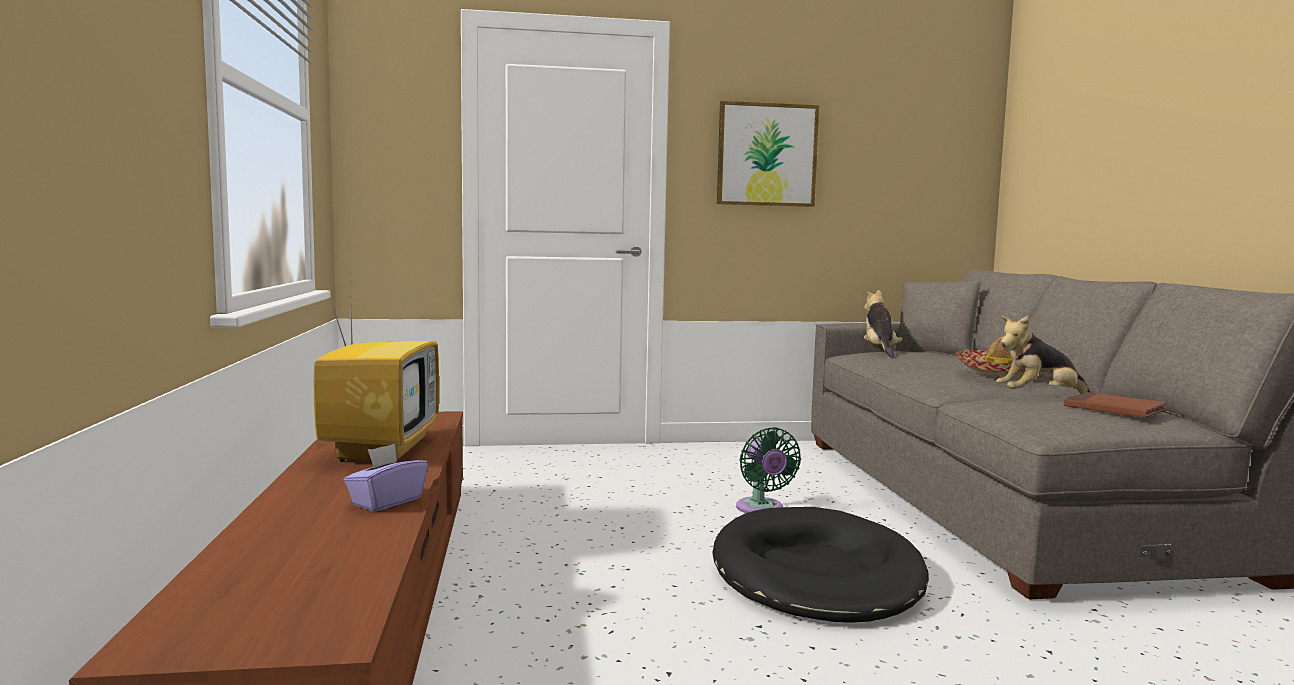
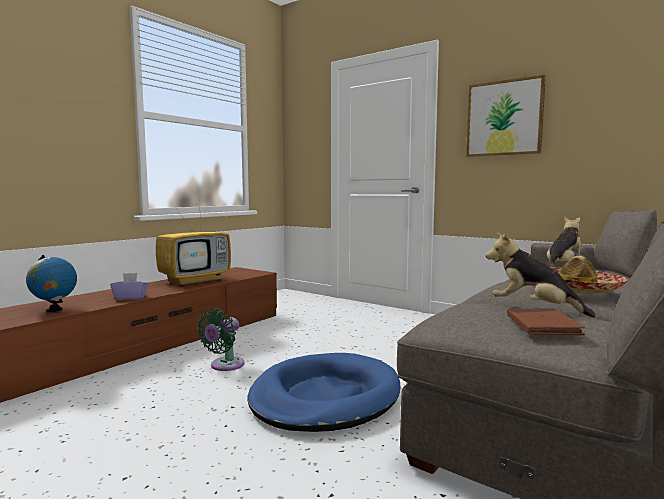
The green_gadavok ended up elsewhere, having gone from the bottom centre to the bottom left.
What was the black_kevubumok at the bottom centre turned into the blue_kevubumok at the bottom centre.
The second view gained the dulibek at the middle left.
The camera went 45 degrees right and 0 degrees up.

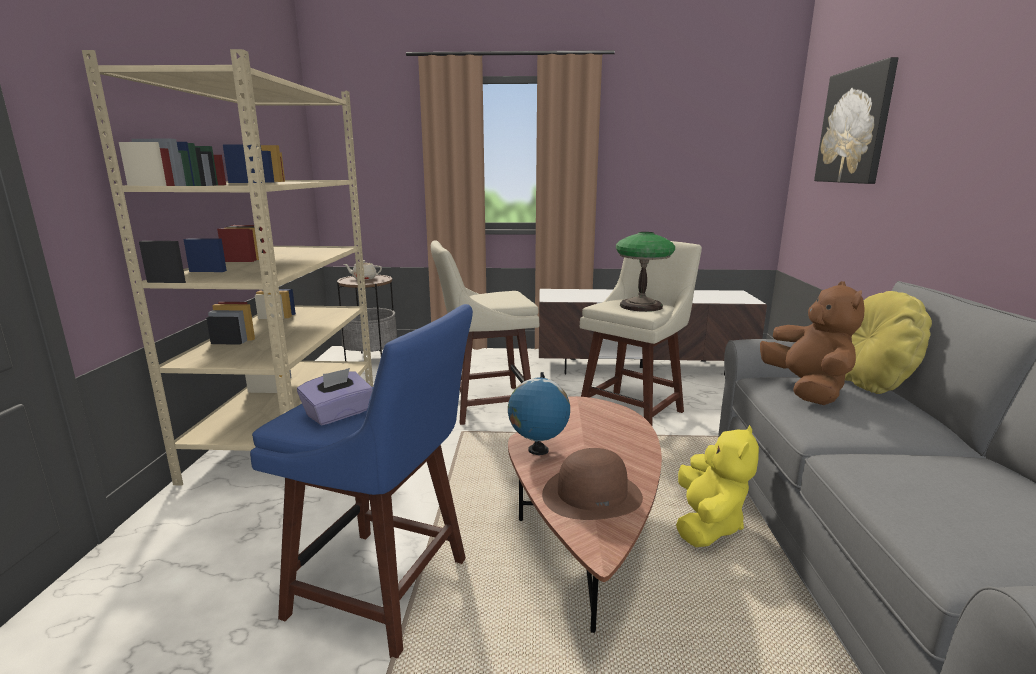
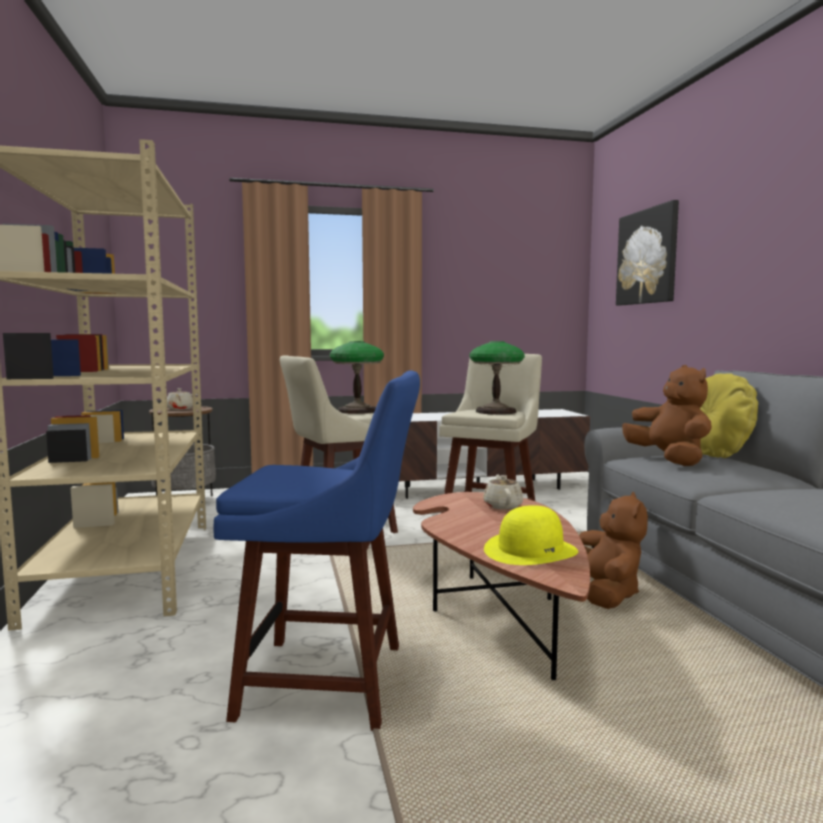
The second view lost the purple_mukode at the middle left.
The second view lost the dulibek at the centre.
What was the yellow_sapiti at the bottom right turned into the brown_sapiti (1st from left) at the bottom right.
What was the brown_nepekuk at the bottom centre turned into the yellow_nepekuk at the centre.
The second view gained the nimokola (1st from left) at the centre.
The second view gained the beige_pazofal (2nd from left) at the centre.
The camera went 15 degrees left and 10 degrees down.

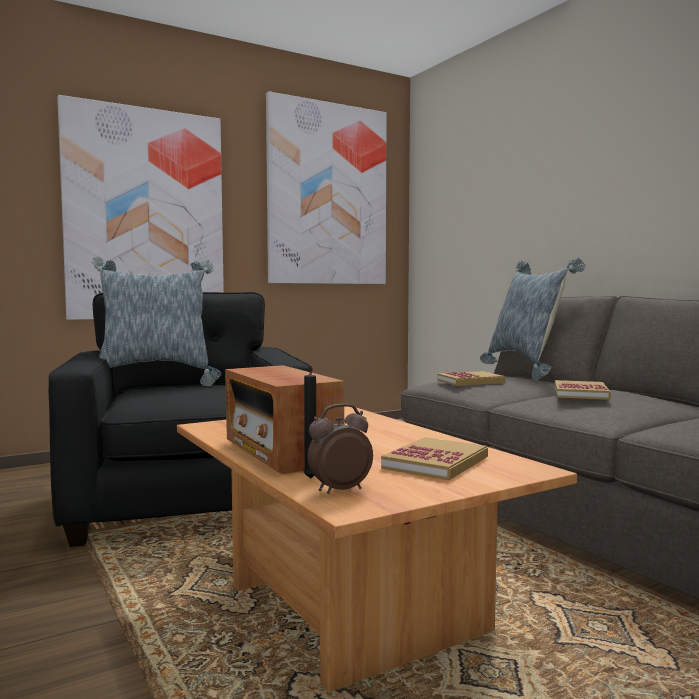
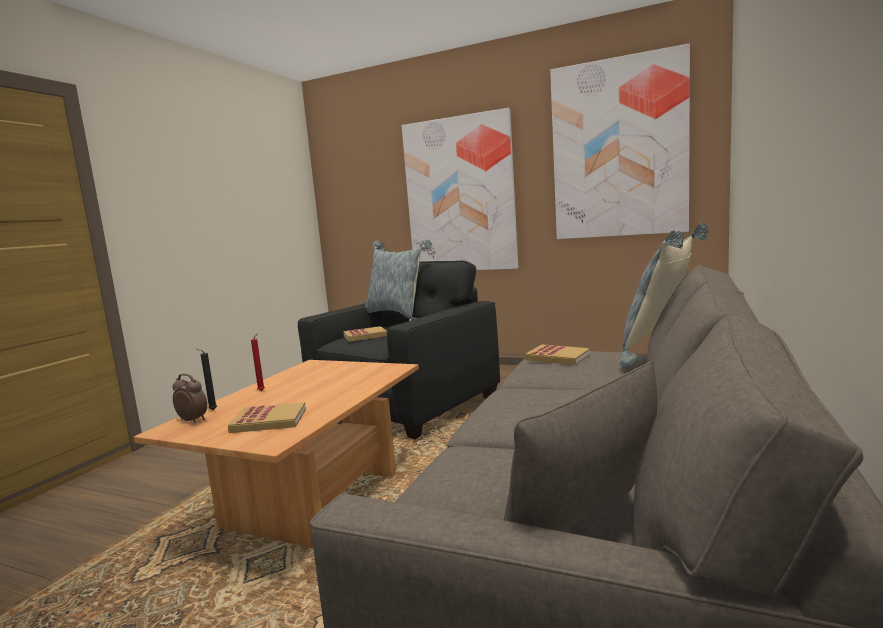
Where the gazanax stood at the centre, the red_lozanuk came to stand at the middle left.
The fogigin (3rd from left in the first image) ended up elsewhere, having gone from the middle right to the centre.
The camera went 55 degrees right and 5 degrees up.

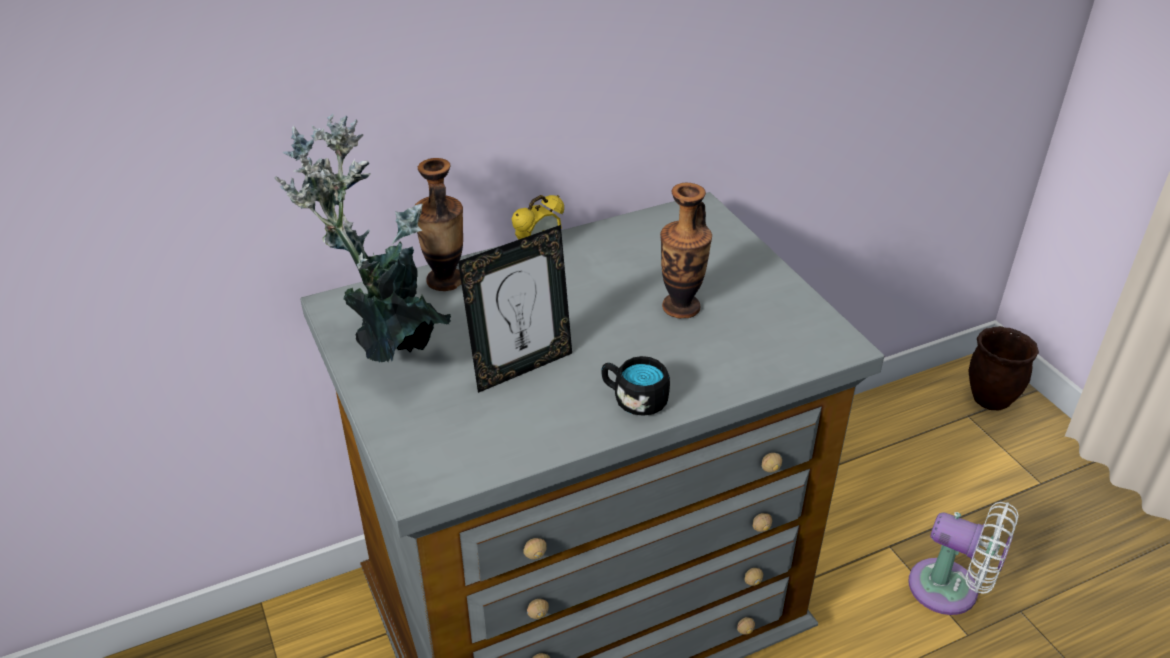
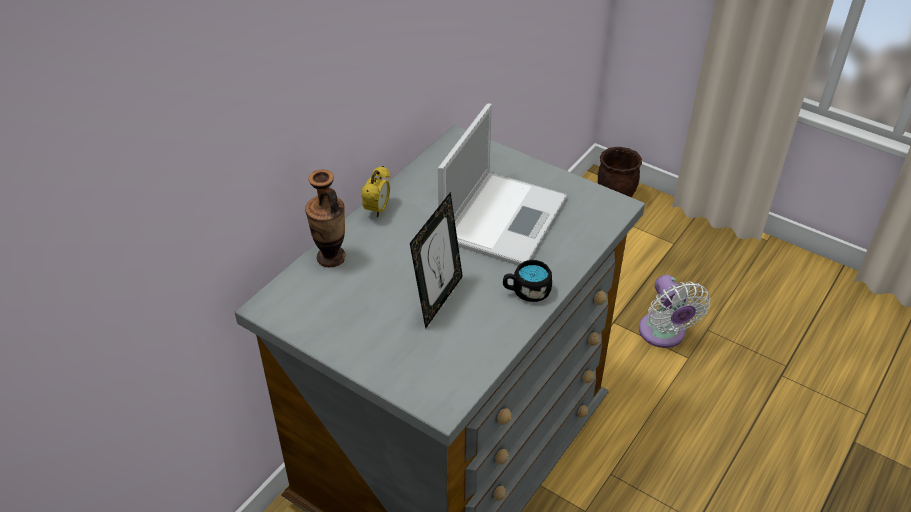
The second view lost the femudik at the middle left.
Where the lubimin (2nd from left) stood at the centre, the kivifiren came to stand at the centre.
The white_gadavok at the bottom right ended up facing another way, 75 degrees clockwise from before.
The camera went 30 degrees left and 5 degrees up.

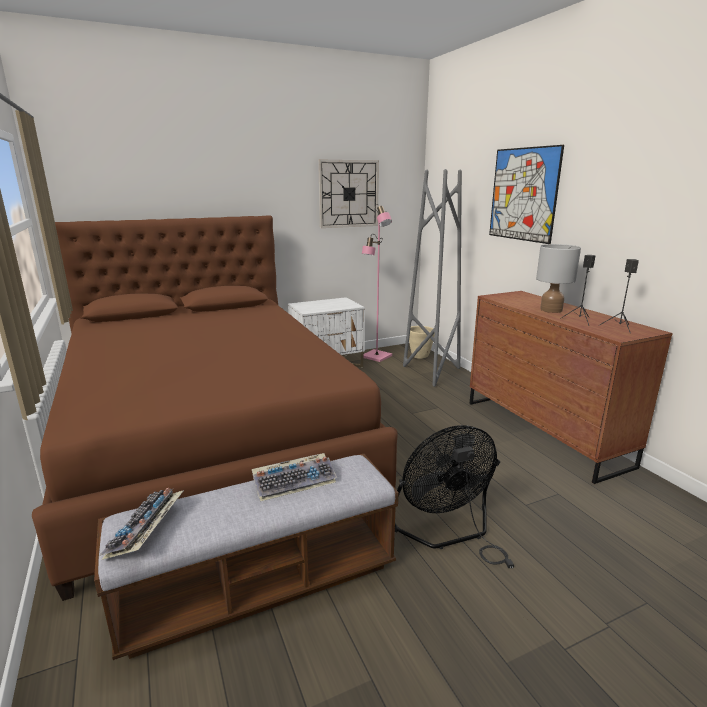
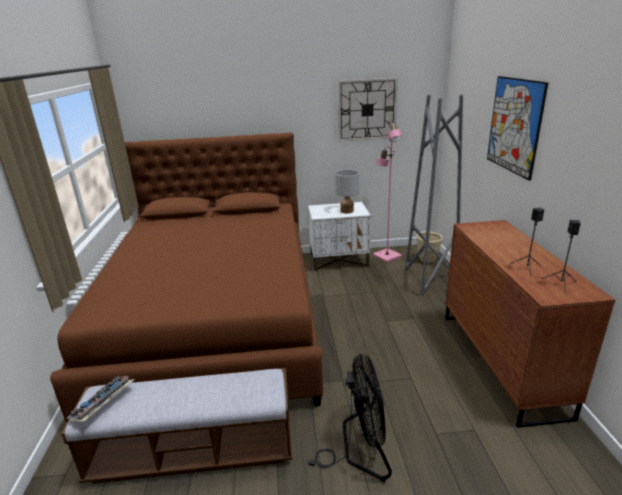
The grey_nimokola ended up elsewhere, having gone from the middle right to the centre.
The black_gadavok at the bottom centre ended up facing another way, 90 degrees clockwise from before.
The second view lost the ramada (2nd from left) at the bottom centre.
The camera went 20 degrees right and 5 degrees up.

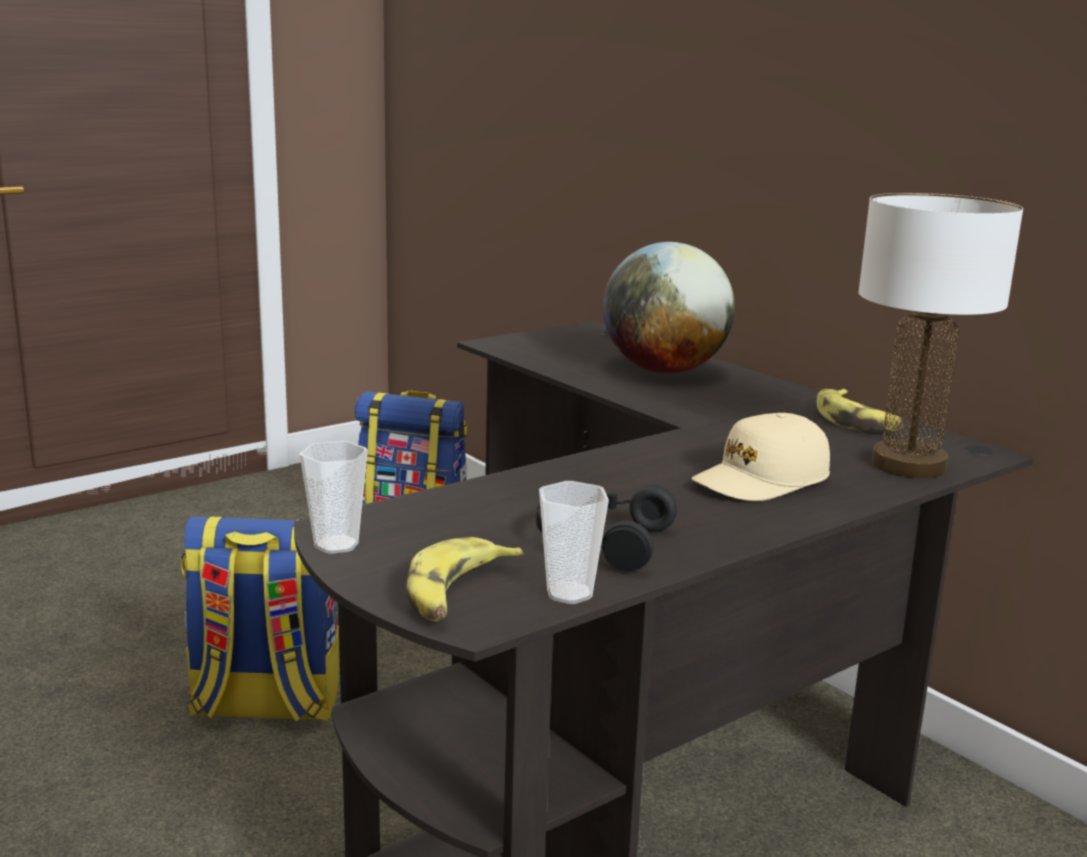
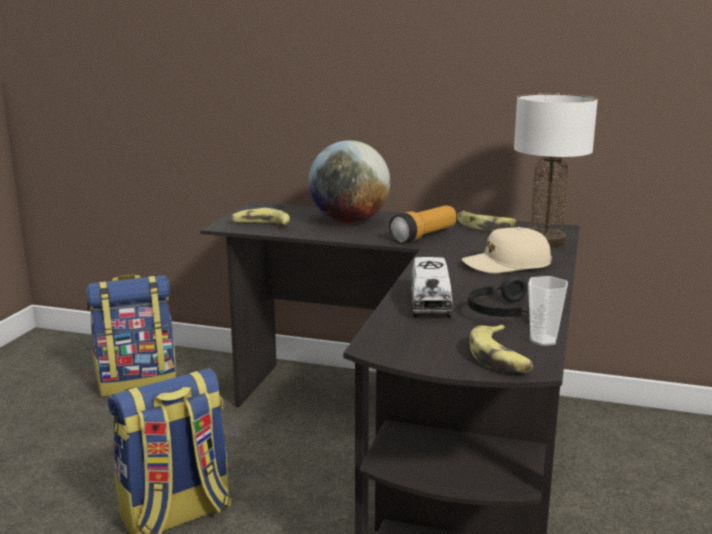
The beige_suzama at the middle right ended up facing another way, 60 degrees clockwise from before.
The second view lost the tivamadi (1st from left) at the middle left.
The second view gained the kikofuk at the centre.
The second view gained the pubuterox (1st from left) at the centre.
The second view gained the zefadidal at the centre.
The camera went 35 degrees left and 0 degrees up.

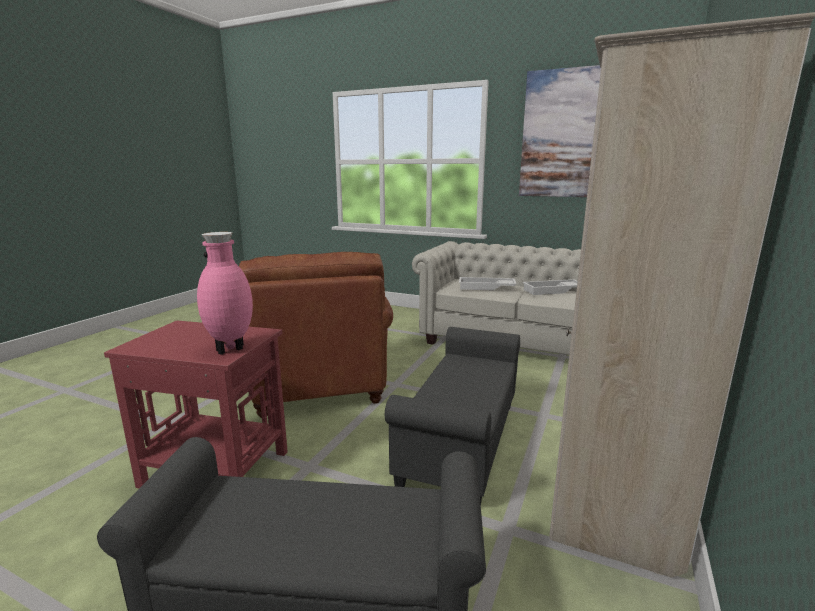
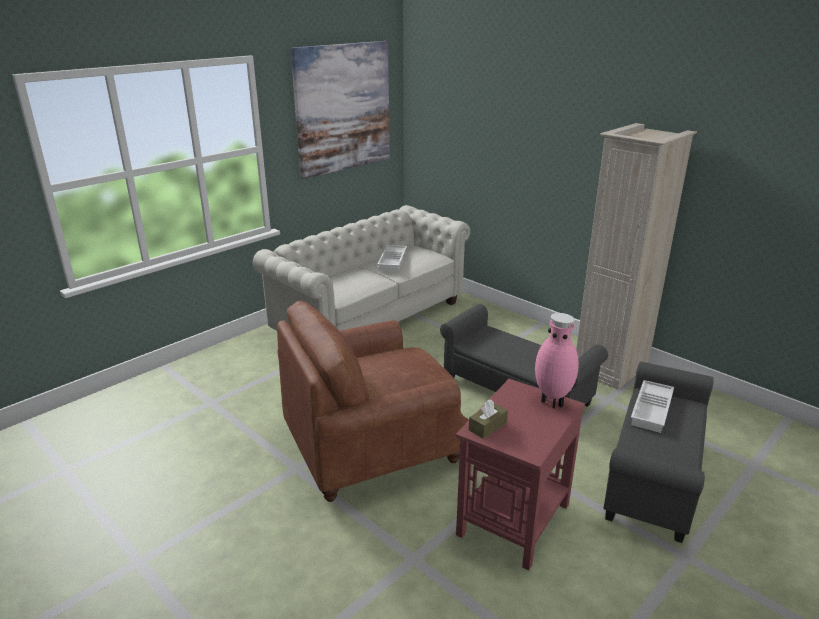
The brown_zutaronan at the centre ended up facing another way, 150 degrees clockwise from before.
The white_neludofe (1st from left in the first image) ended up elsewhere, having gone from the centre to the middle right.
The second view gained the brown_mukode at the bottom centre.
The camera went 70 degrees left and 10 degrees up.

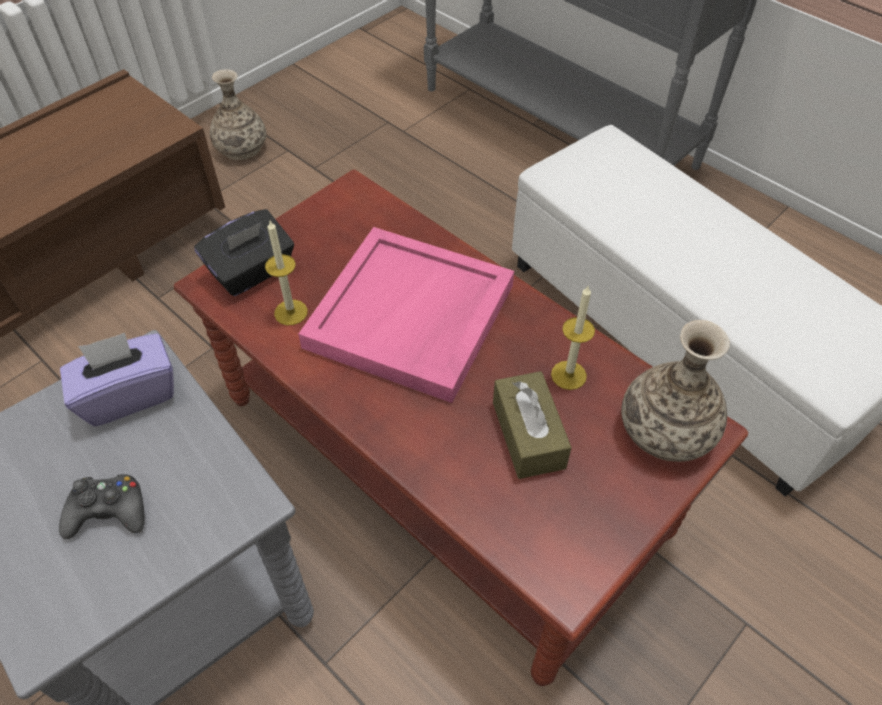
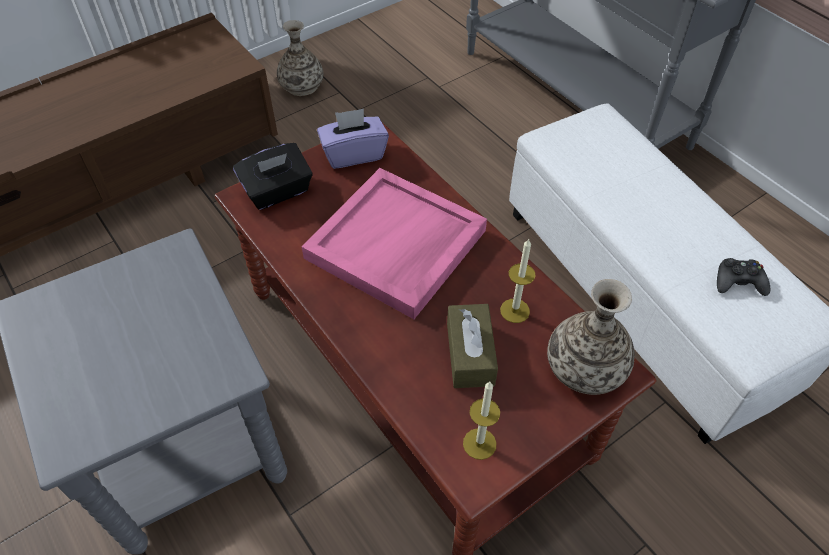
The lozanuk (1st from left) ended up elsewhere, having gone from the middle left to the bottom centre.
The purple_mukode ended up elsewhere, having gone from the middle left to the top centre.
The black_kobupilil ended up elsewhere, having gone from the bottom left to the middle right.
The camera went 10 degrees right and 0 degrees up.

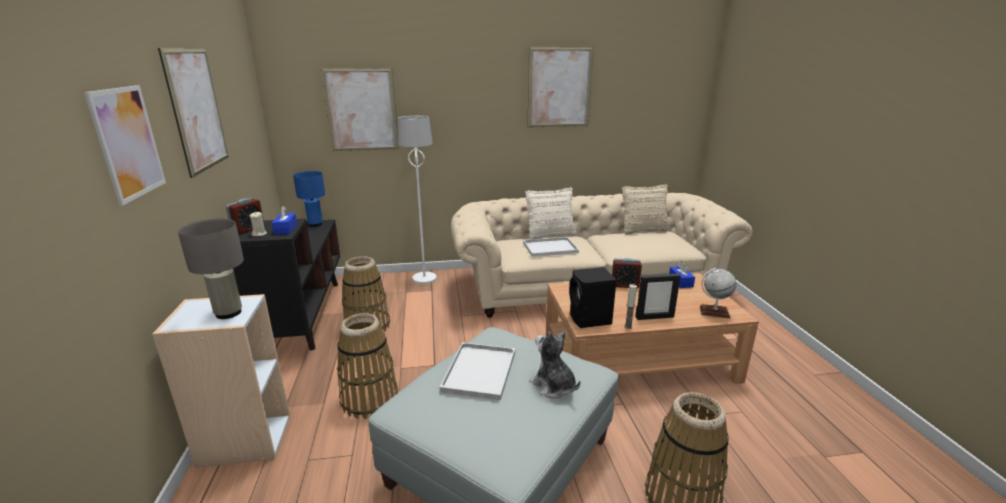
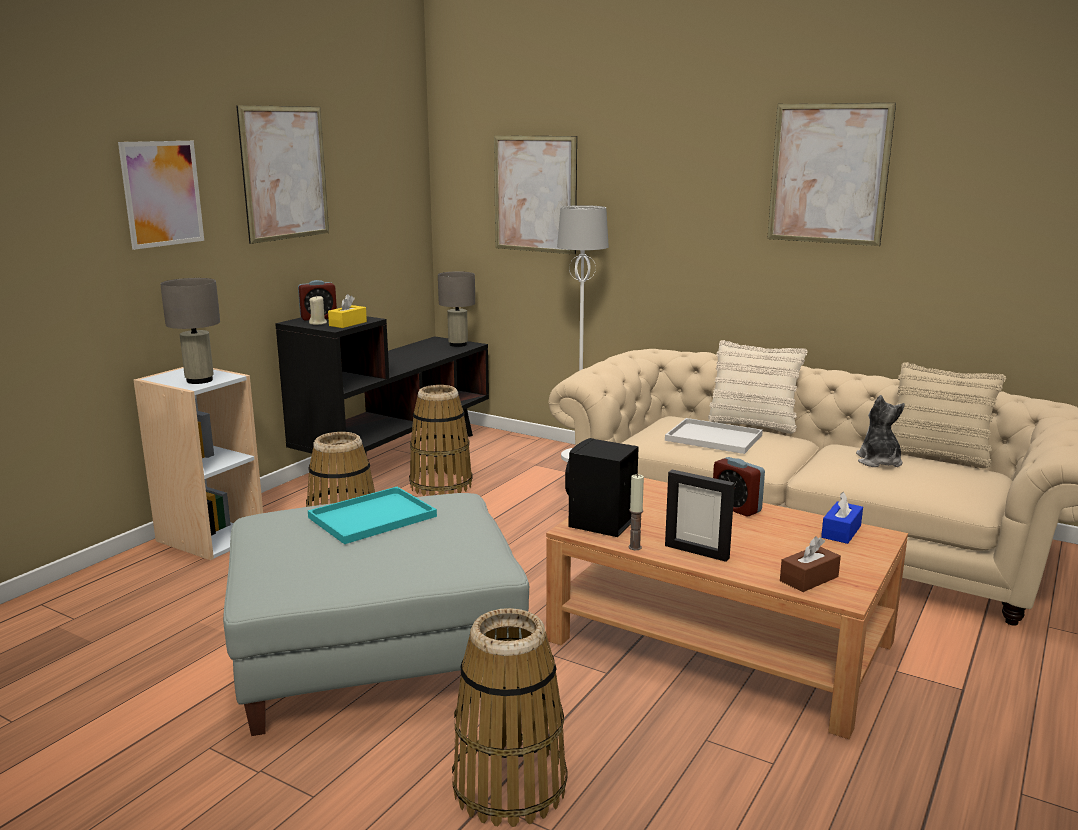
What was the blue_nimokola at the middle left turned into the grey_nimokola (2nd from left) at the centre.
What was the blue_mukode (1st from left) at the middle left turned into the yellow_mukode at the middle left.
Where the dulibek stood at the middle right, the brown_mukode came to stand at the bottom right.
The sapiti ended up elsewhere, having gone from the bottom centre to the middle right.
What was the white_neludofe (1st from left) at the bottom centre turned into the turquoise_neludofe at the centre.
The camera went 40 degrees right and 5 degrees down.

